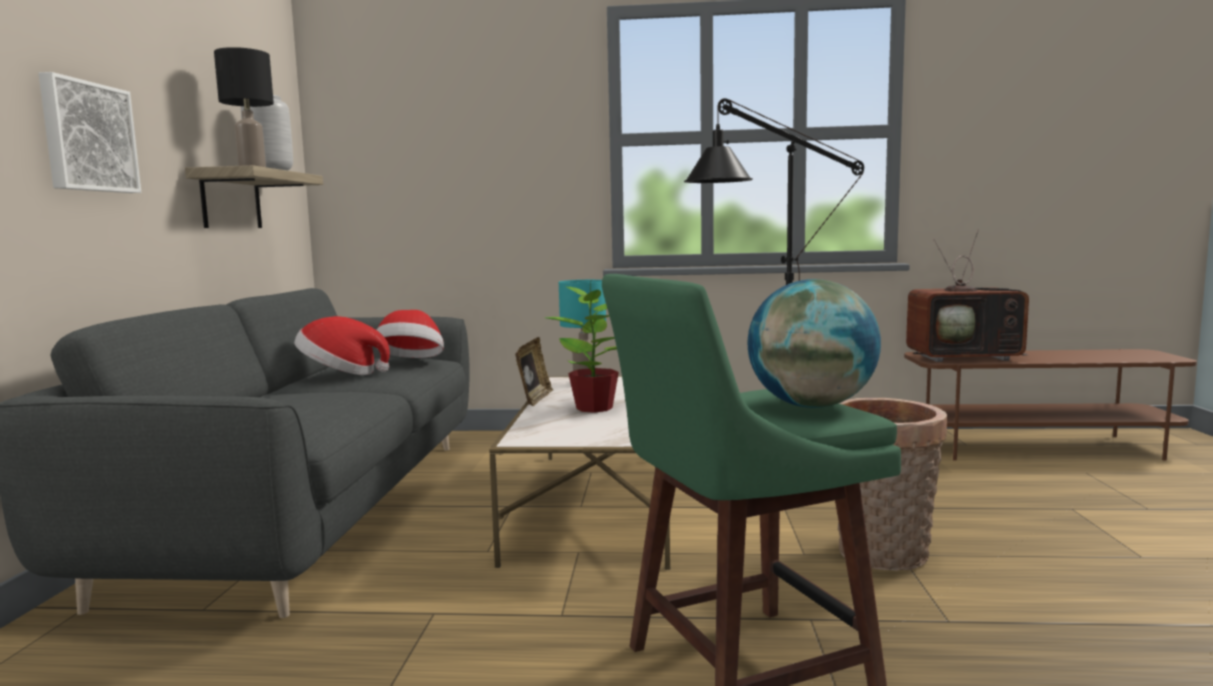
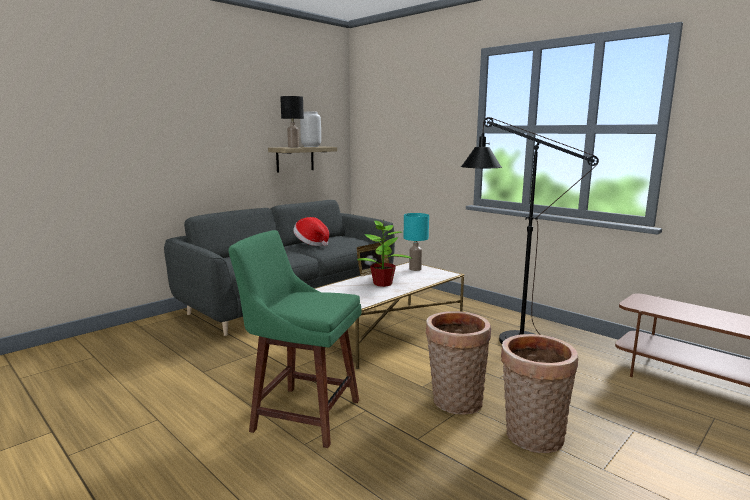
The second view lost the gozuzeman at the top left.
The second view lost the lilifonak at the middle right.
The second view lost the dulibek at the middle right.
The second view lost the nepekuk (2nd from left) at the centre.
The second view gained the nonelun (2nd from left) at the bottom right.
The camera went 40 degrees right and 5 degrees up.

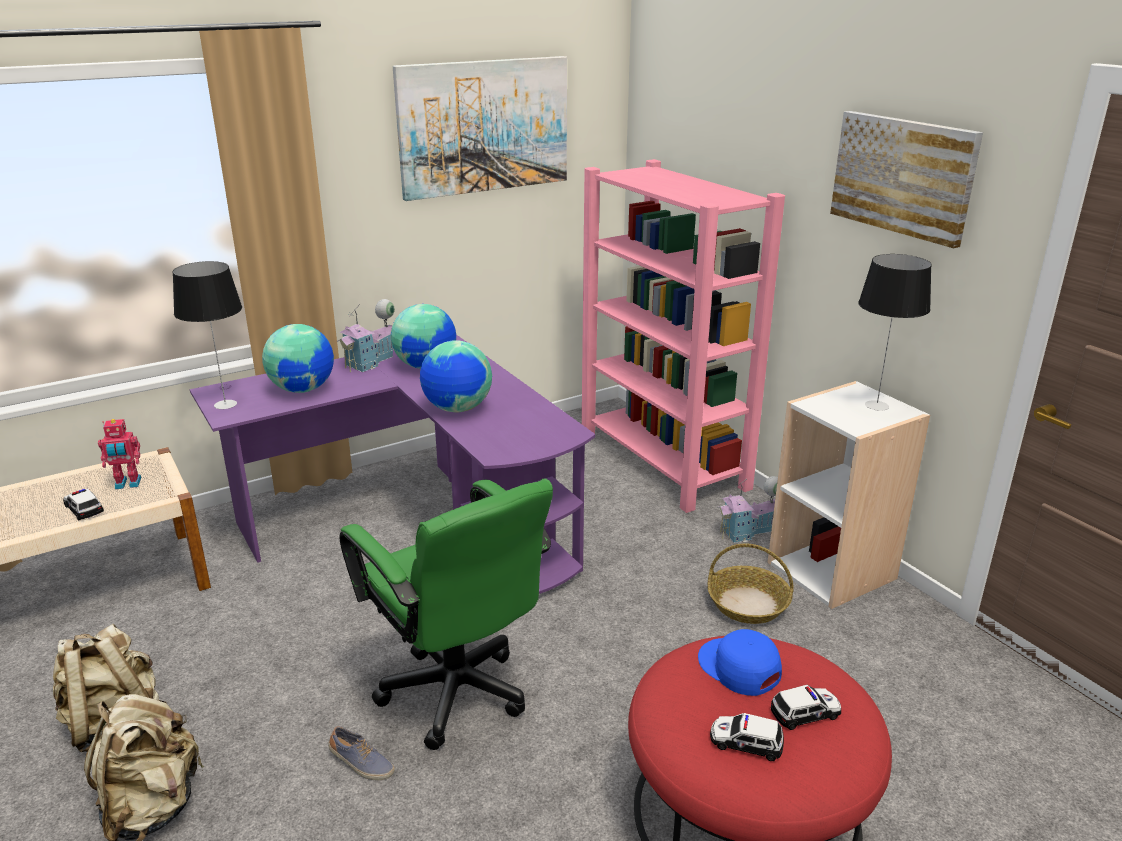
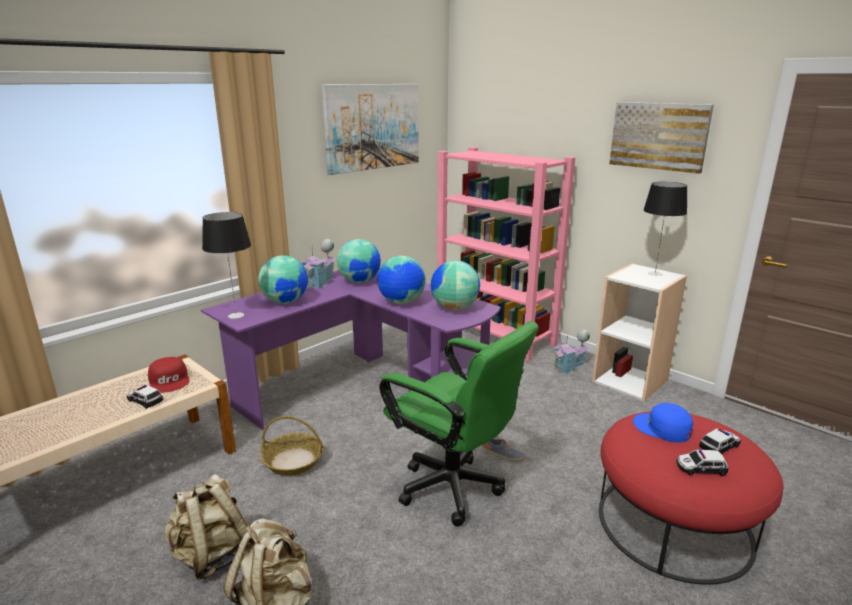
Where the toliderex stood at the middle left, the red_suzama came to stand at the middle left.
The nonelun ended up elsewhere, having gone from the bottom right to the bottom centre.
The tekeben ended up elsewhere, having gone from the bottom left to the bottom centre.
The second view gained the dulibek (4th from left) at the centre.
The camera went 15 degrees left and 5 degrees down.

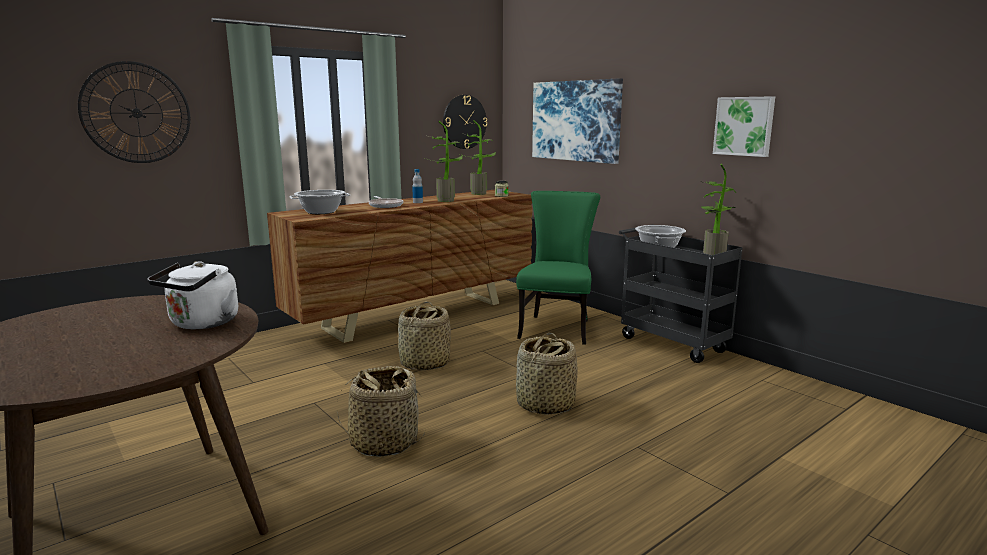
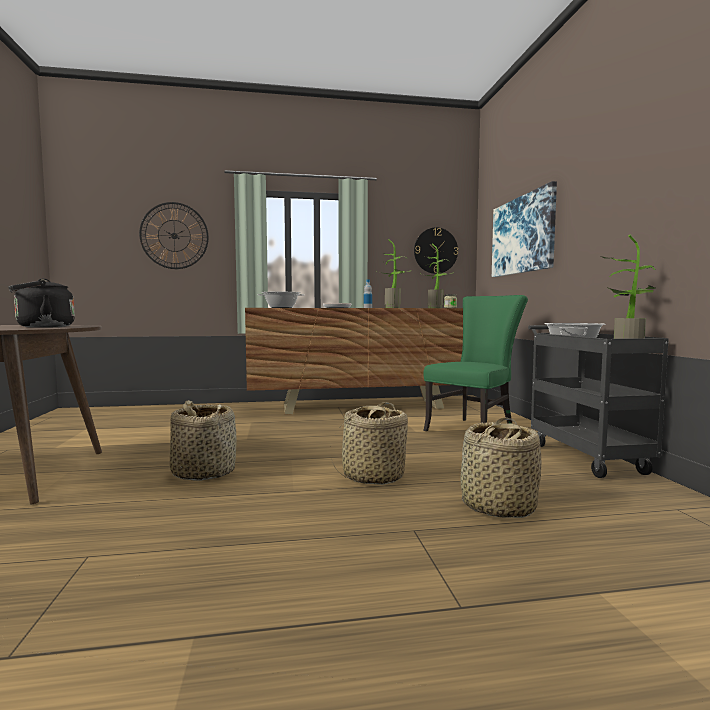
The second view lost the gozuzeman (2nd from left) at the top right.
What was the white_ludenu at the middle left turned into the black_ludenu at the middle left.
The nonelun (2nd from left in the first image) ended up elsewhere, having gone from the centre to the middle right.
The camera went 30 degrees right and 10 degrees down.

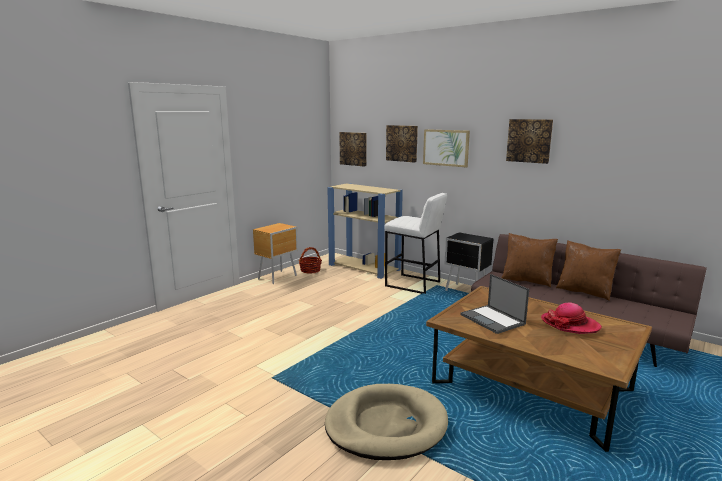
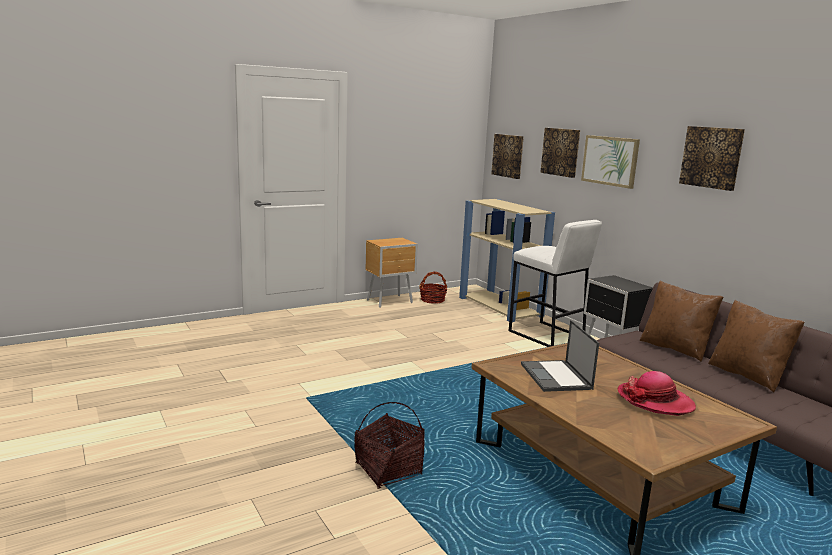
Where the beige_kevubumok stood at the bottom centre, the nonelun (1st from left) came to stand at the bottom centre.
The camera went 20 degrees right and 0 degrees up.

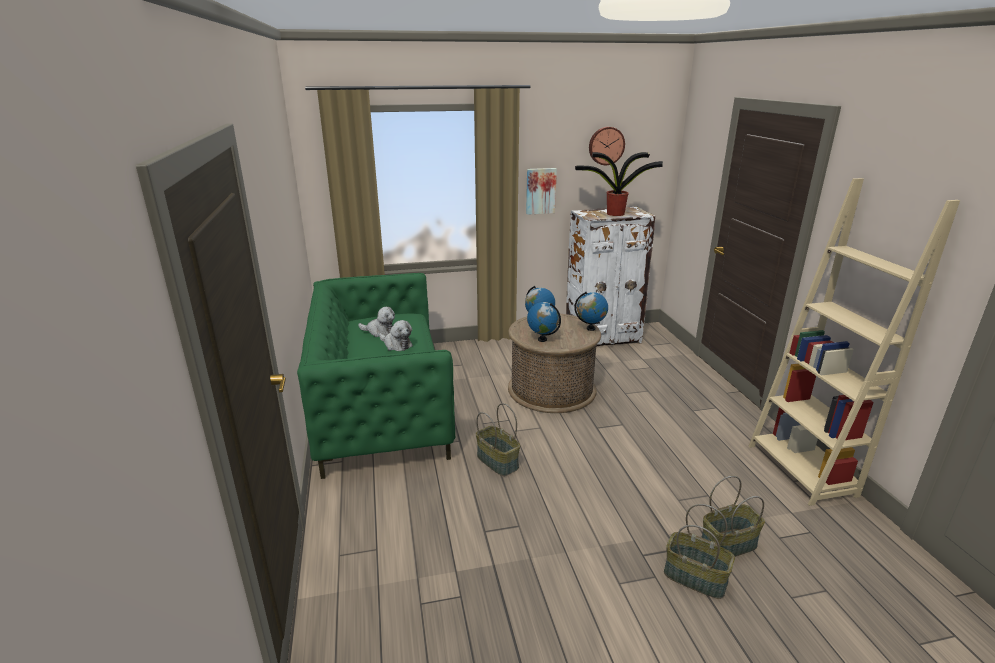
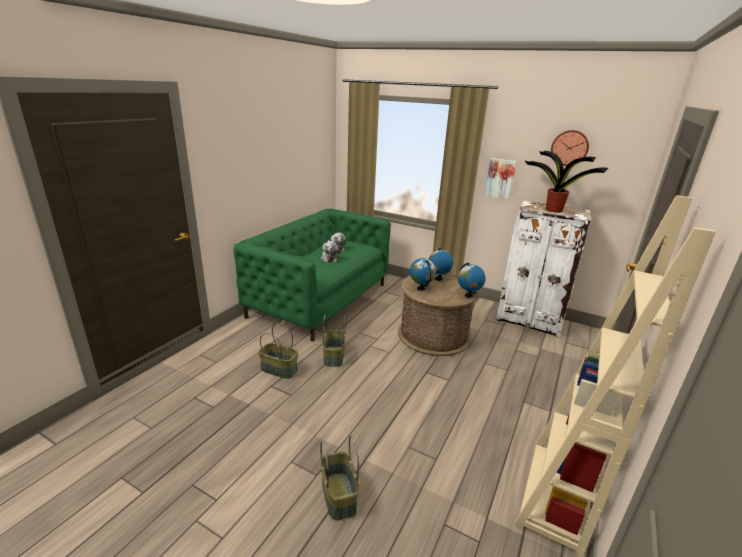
The nonelun (3rd from left in the first image) ended up elsewhere, having gone from the bottom right to the centre.
The camera went 40 degrees right and 0 degrees up.

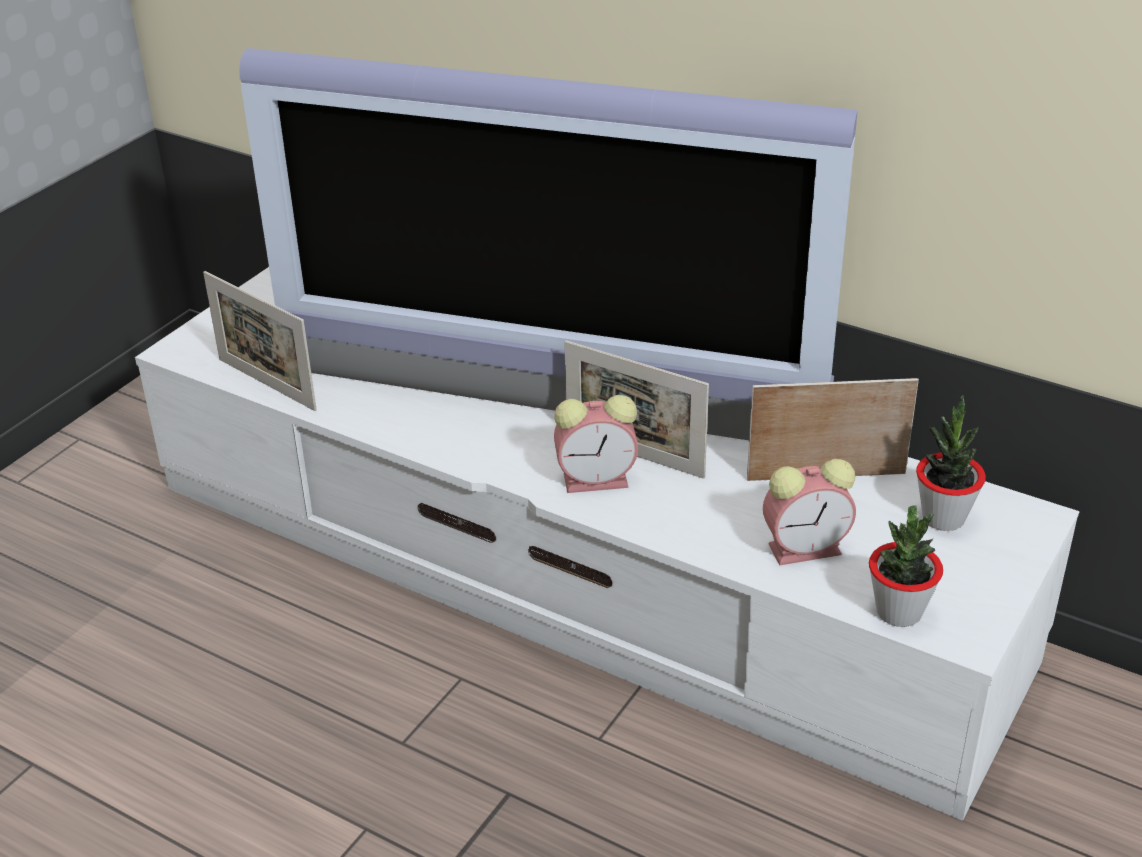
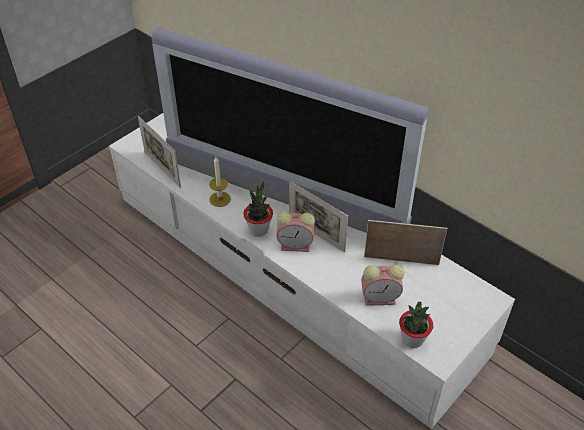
The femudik (2nd from left in the first image) ended up elsewhere, having gone from the middle right to the centre.
The second view gained the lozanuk at the centre.
The camera went 10 degrees right and 10 degrees up.

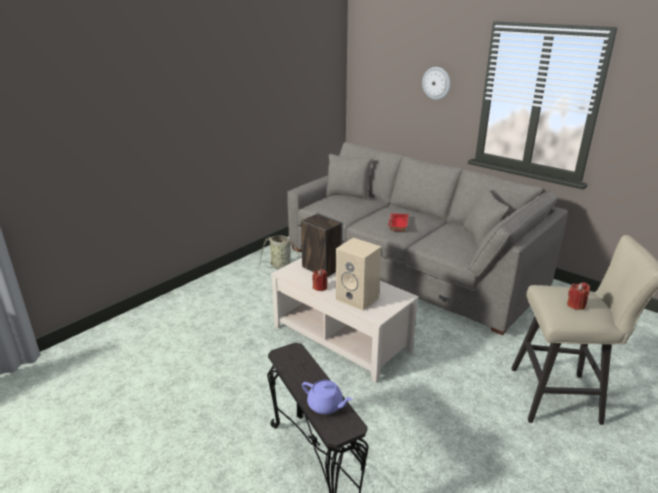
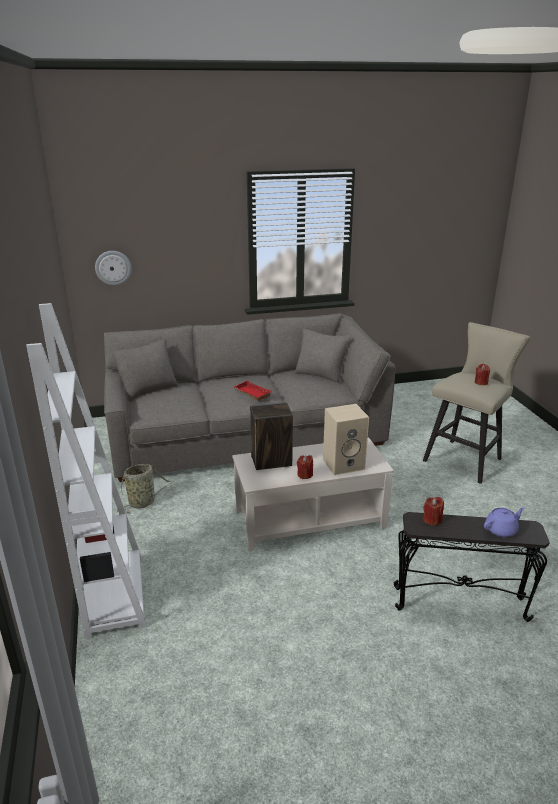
The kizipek ended up elsewhere, having gone from the top centre to the middle left.
The second view gained the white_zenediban at the middle left.
The second view gained the red_lozanuk (2nd from left) at the middle right.
The camera went 55 degrees left and 0 degrees up.

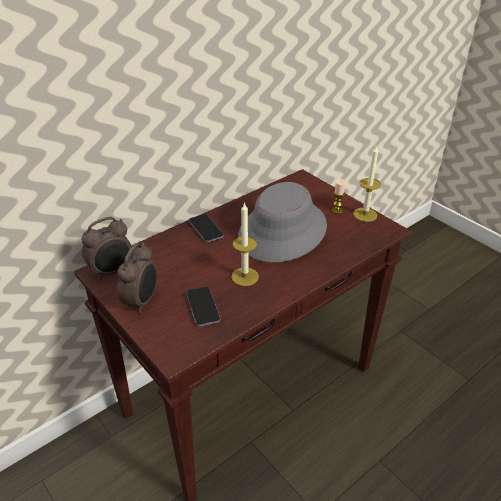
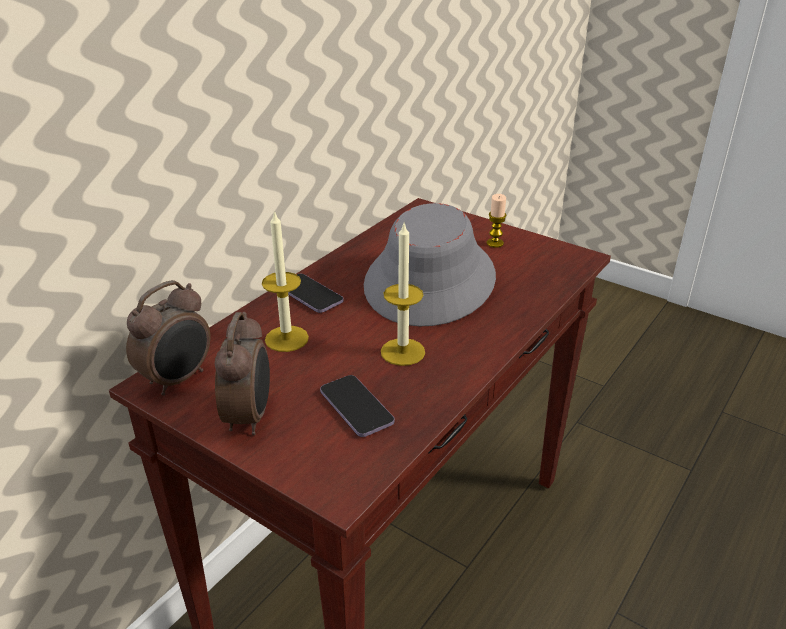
The lozanuk (3rd from left in the first image) ended up elsewhere, having gone from the middle right to the centre.
The camera went 15 degrees left and 5 degrees down.

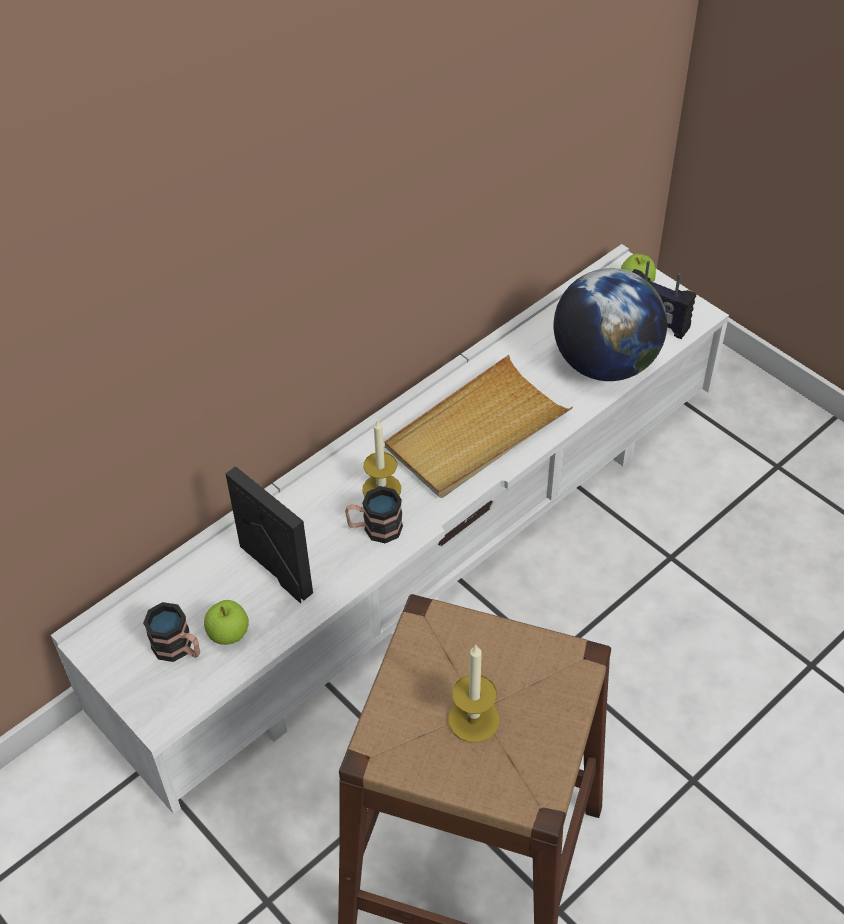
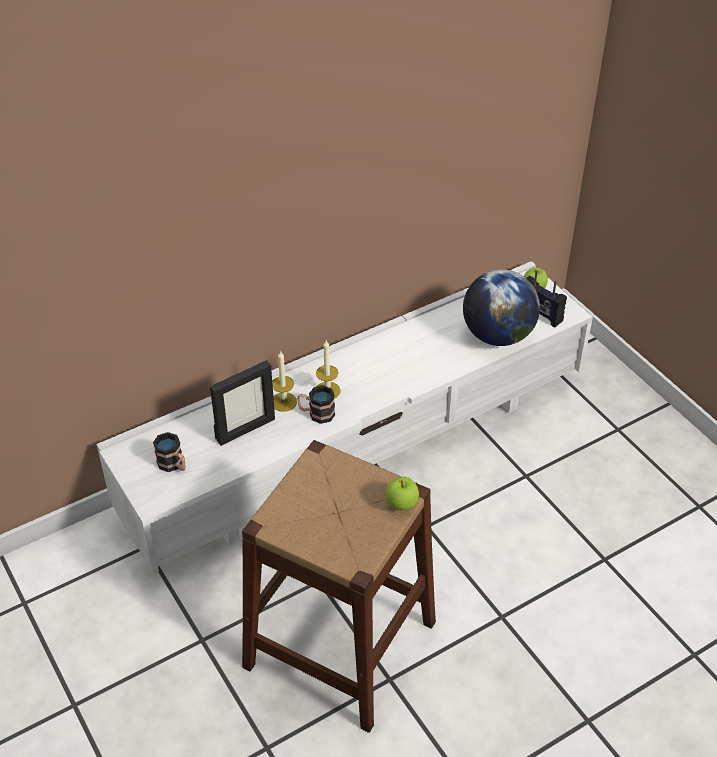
The second view lost the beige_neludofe at the centre.
The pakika at the middle left ended up facing another way, 90 degrees clockwise from before.
The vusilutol (1st from left) ended up elsewhere, having gone from the bottom left to the centre.
The lozanuk (2nd from left in the first image) ended up elsewhere, having gone from the bottom centre to the centre.
The camera went 10 degrees right and 5 degrees down.

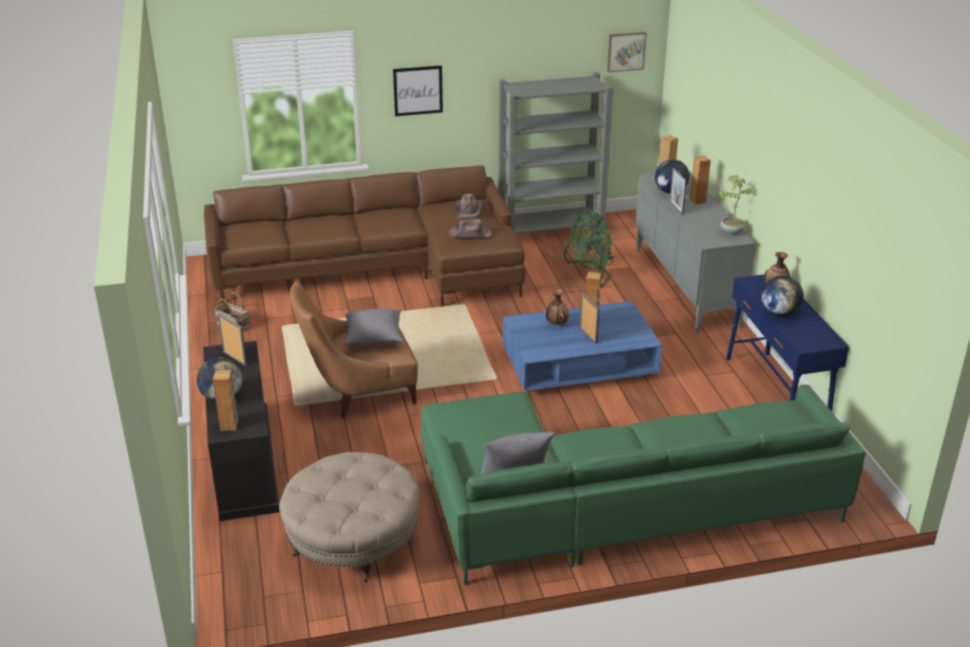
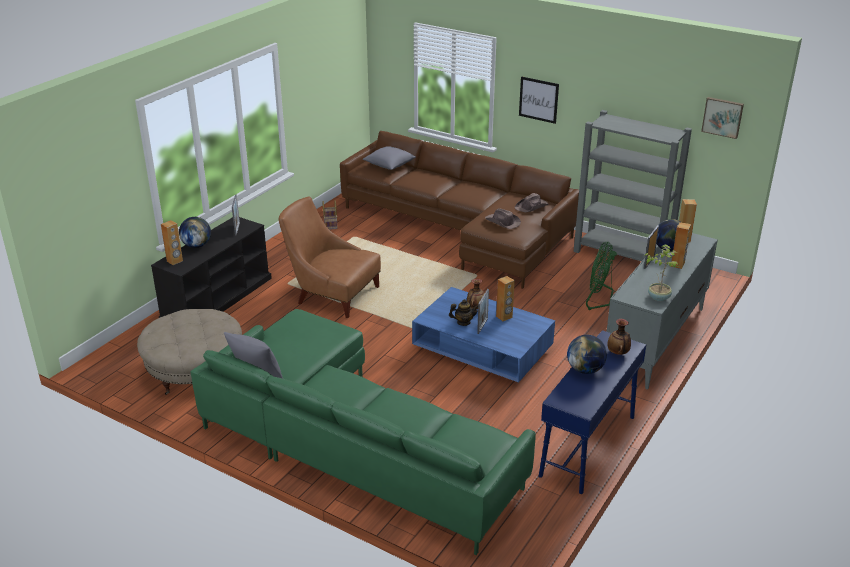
The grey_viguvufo (1st from left in the first image) ended up elsewhere, having gone from the centre to the top centre.
The second view gained the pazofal at the centre.
The camera went 45 degrees right and 0 degrees up.

